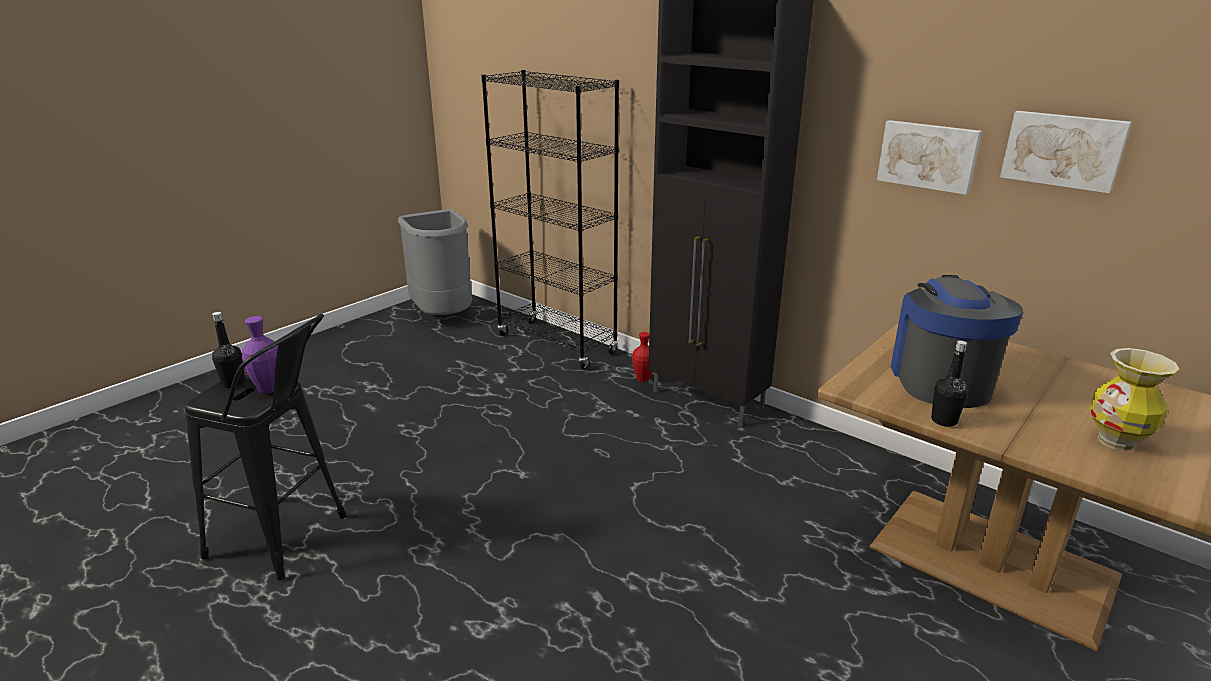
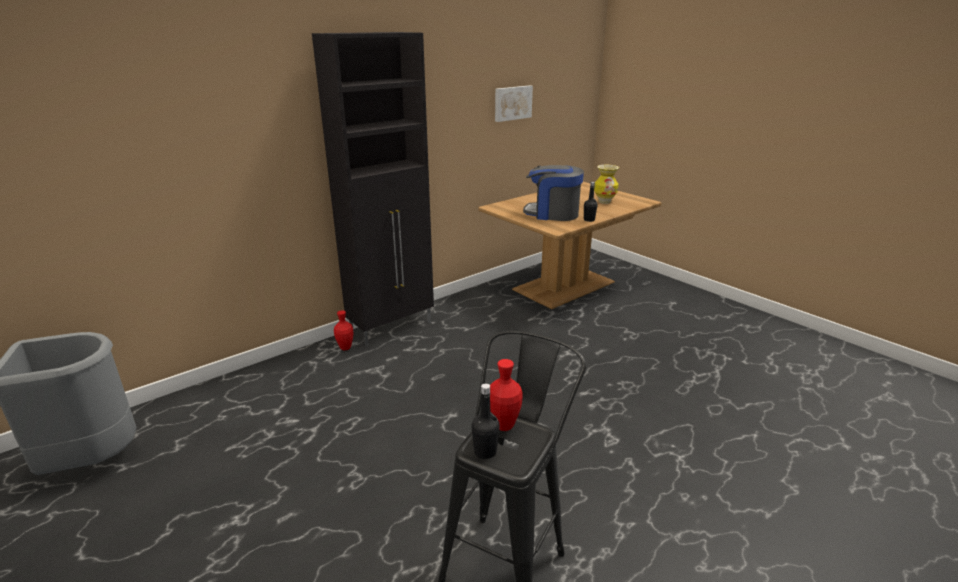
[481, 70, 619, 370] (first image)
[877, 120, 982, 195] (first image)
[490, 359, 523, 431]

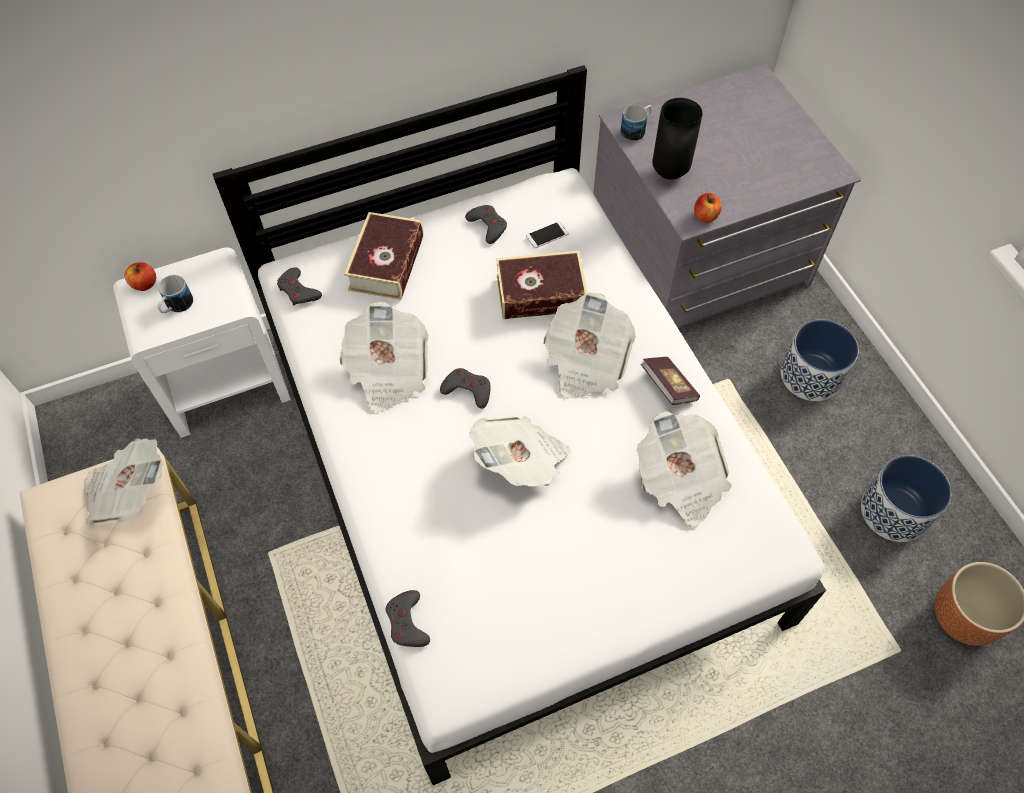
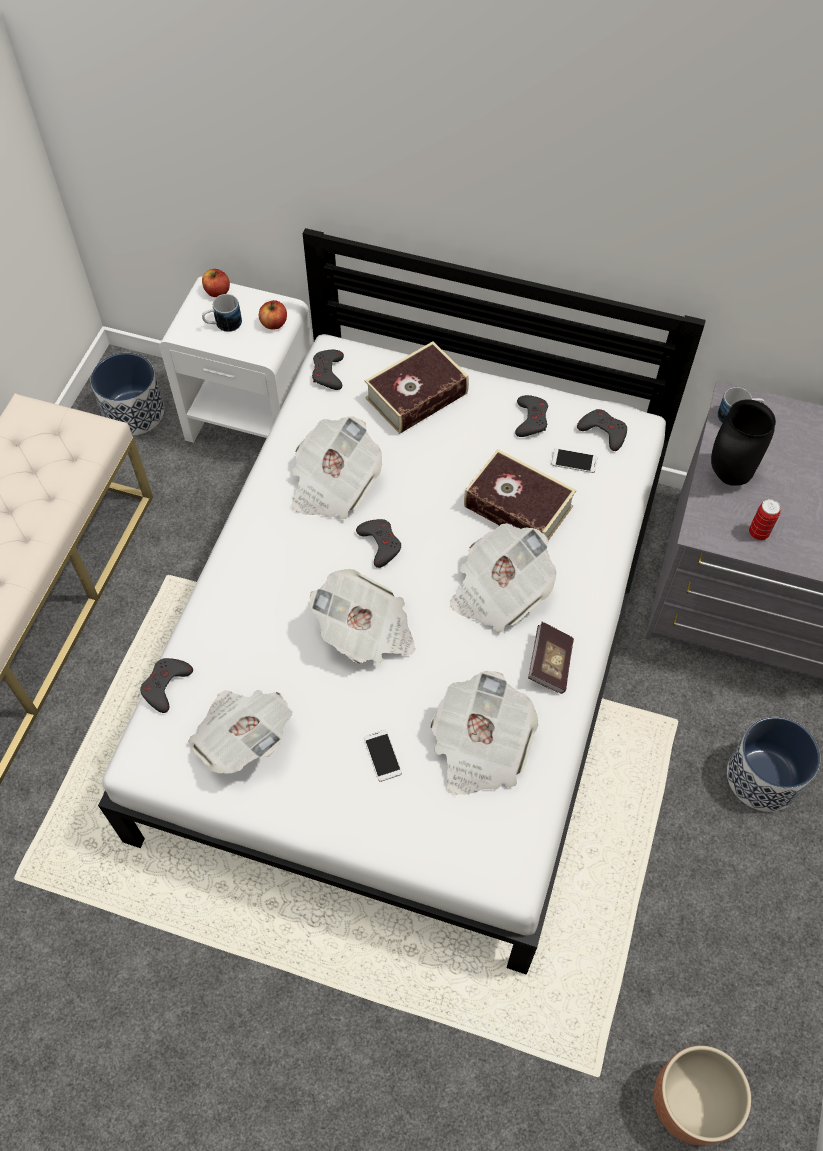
[259, 300, 287, 330]
[188, 690, 292, 774]
[91, 353, 164, 436]
[577, 409, 627, 451]
[749, 499, 781, 541]
[364, 730, 402, 782]

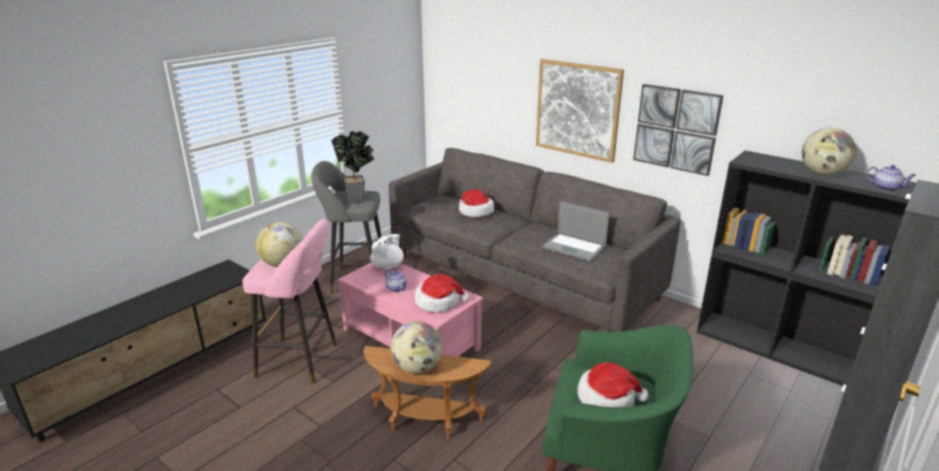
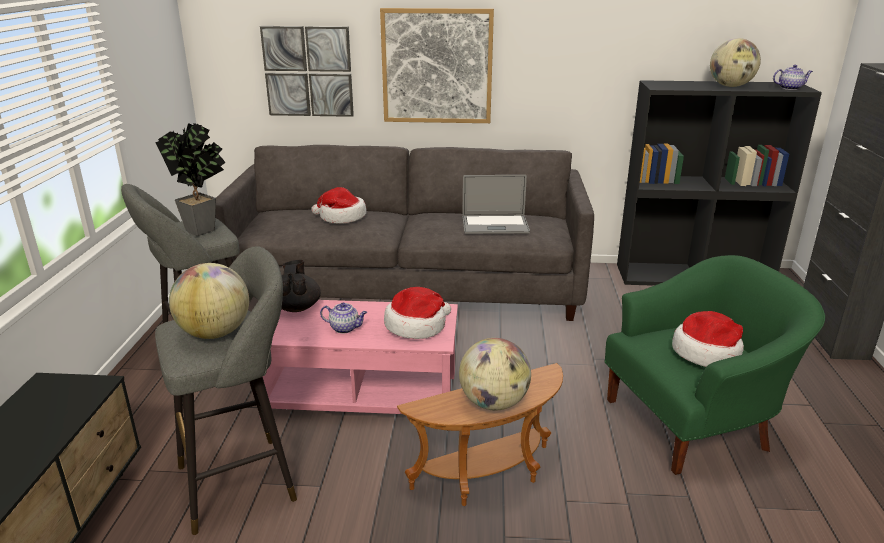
[260, 26, 354, 117]
[155, 246, 297, 535]
[281, 260, 321, 312]

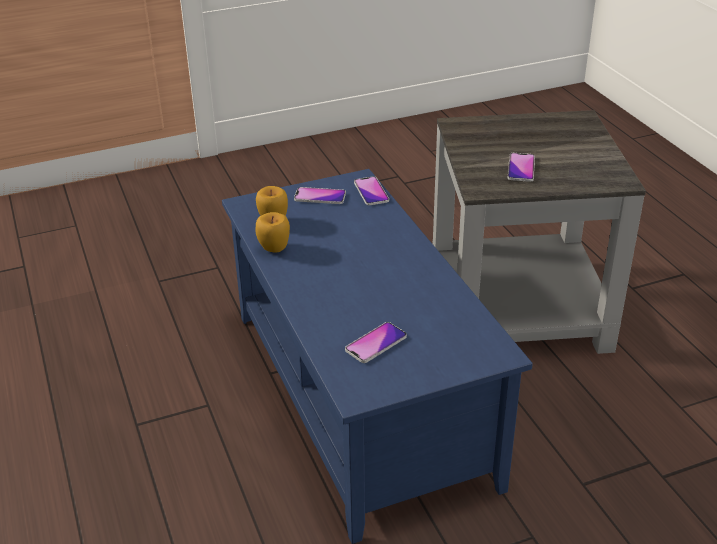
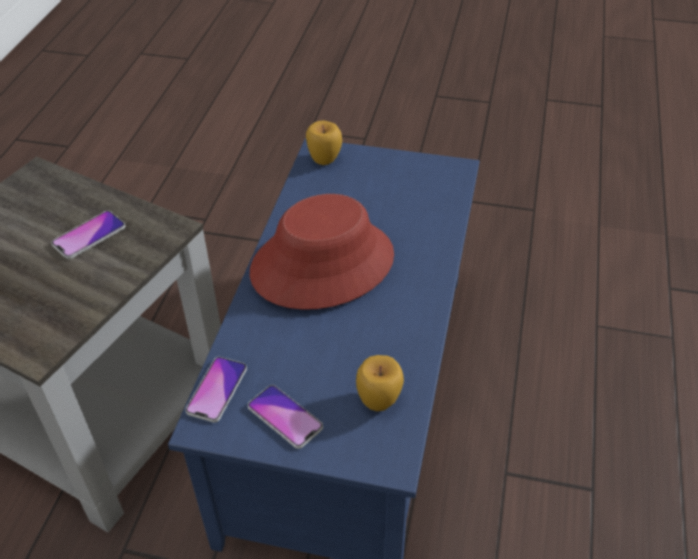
[306, 121, 342, 165]
[345, 322, 407, 363] (first image)
[250, 194, 394, 310]

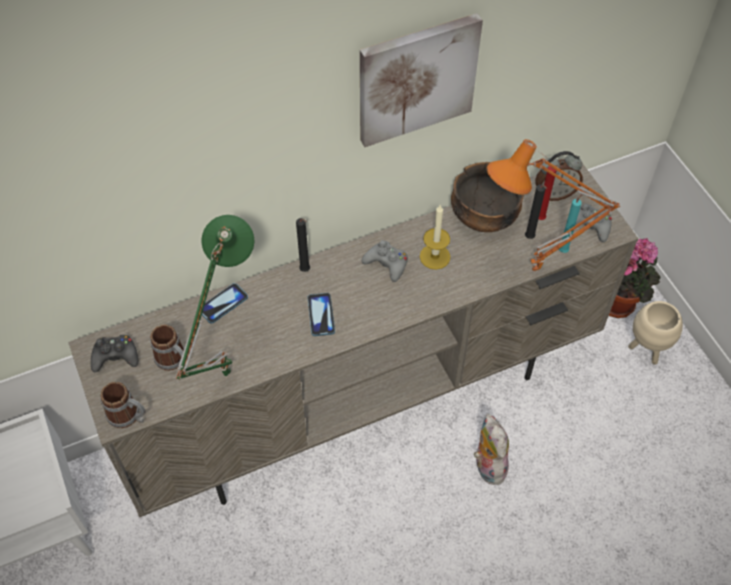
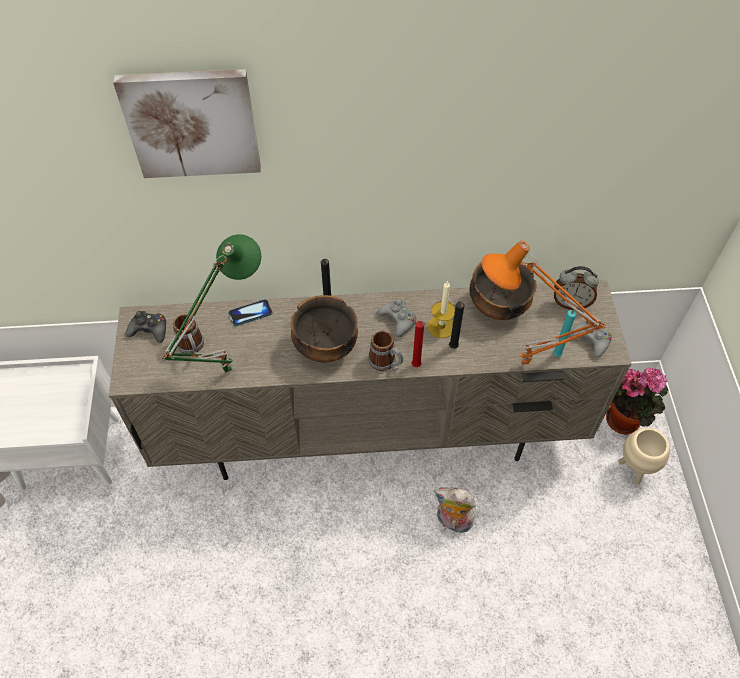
[113, 69, 261, 178]
[412, 321, 426, 367]
[449, 302, 464, 349]
[291, 295, 358, 363]
[368, 331, 403, 371]
[434, 487, 476, 533]

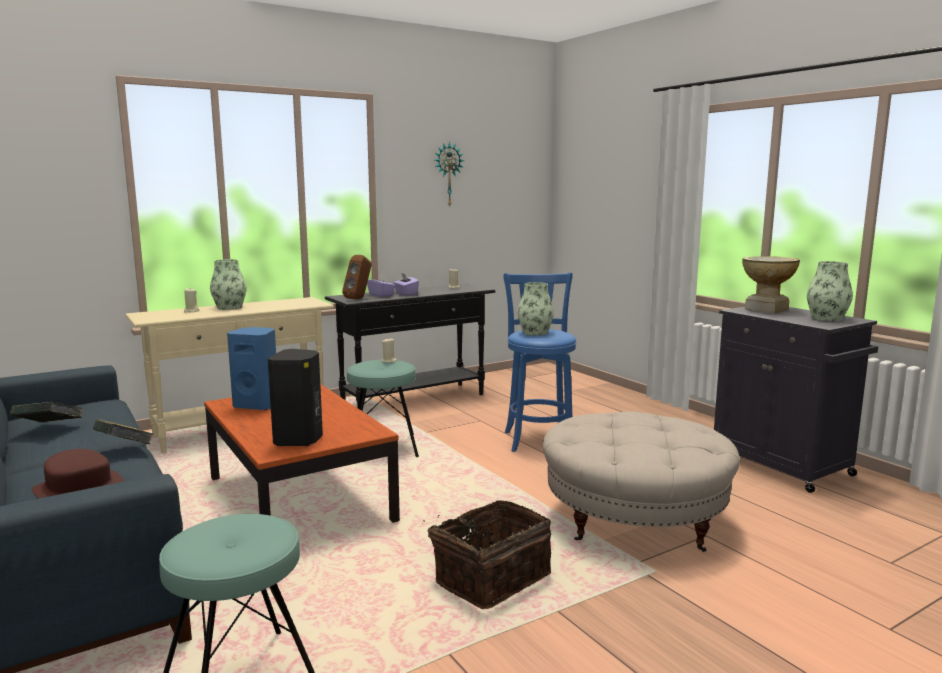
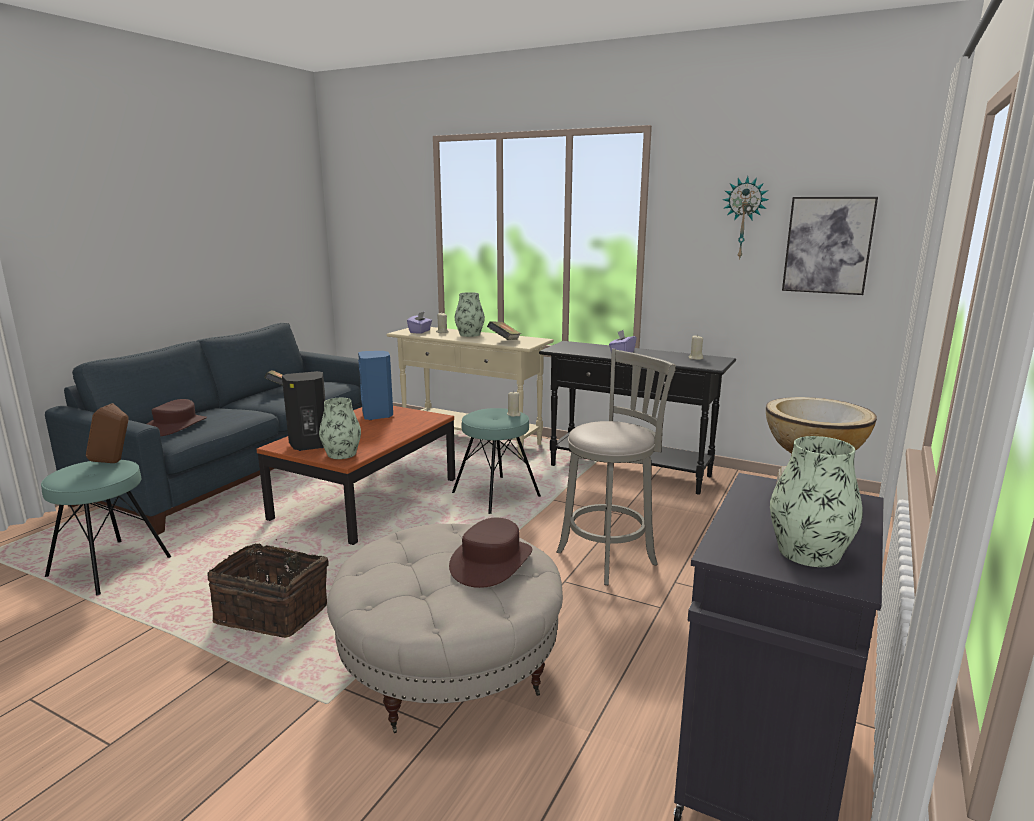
[86, 403, 129, 463]
[556, 349, 676, 585]
[407, 311, 432, 334]
[319, 398, 361, 459]
[487, 321, 521, 340]
[782, 197, 878, 295]
[449, 518, 532, 588]

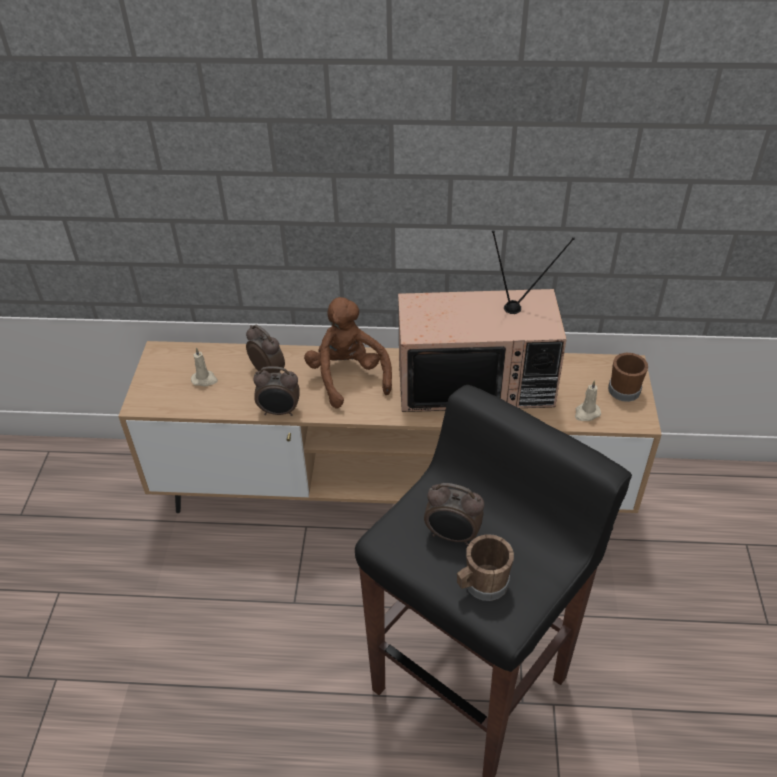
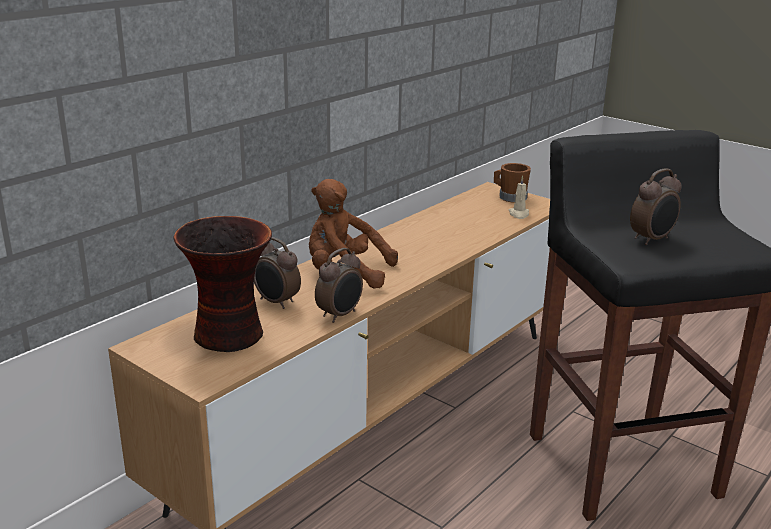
[398, 230, 575, 412] (first image)
[254, 237, 301, 309]
[173, 216, 272, 352]
[457, 534, 514, 601] (first image)

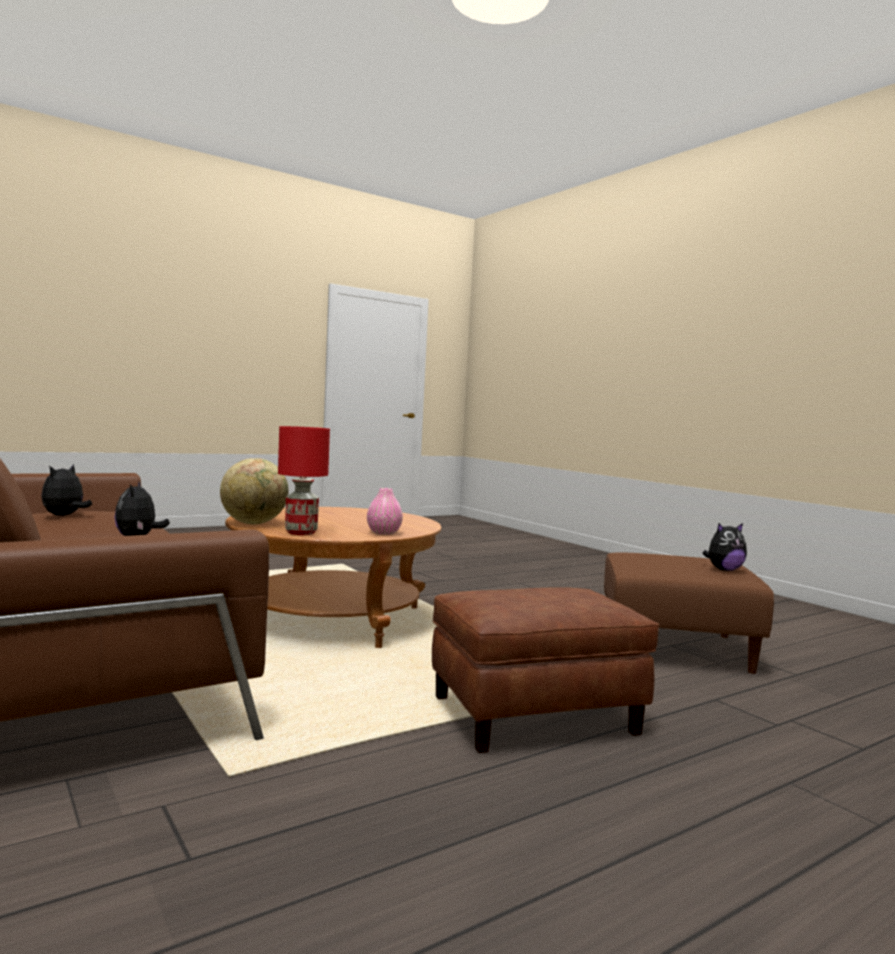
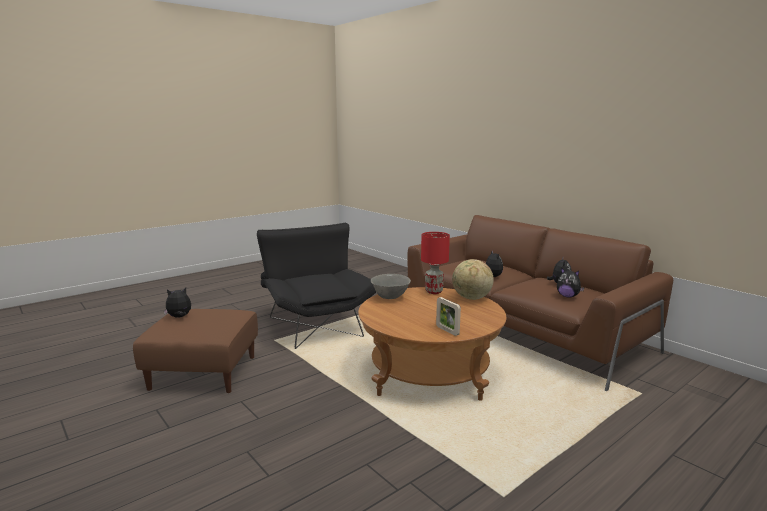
[371, 274, 411, 299]
[257, 222, 376, 349]
[557, 268, 584, 298]
[436, 297, 461, 336]

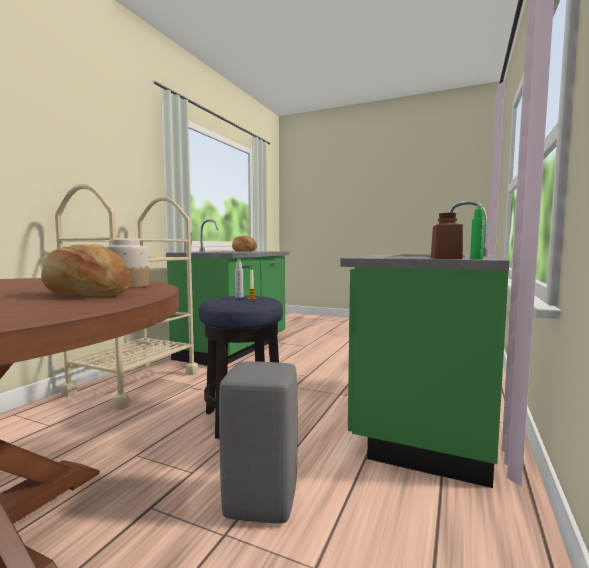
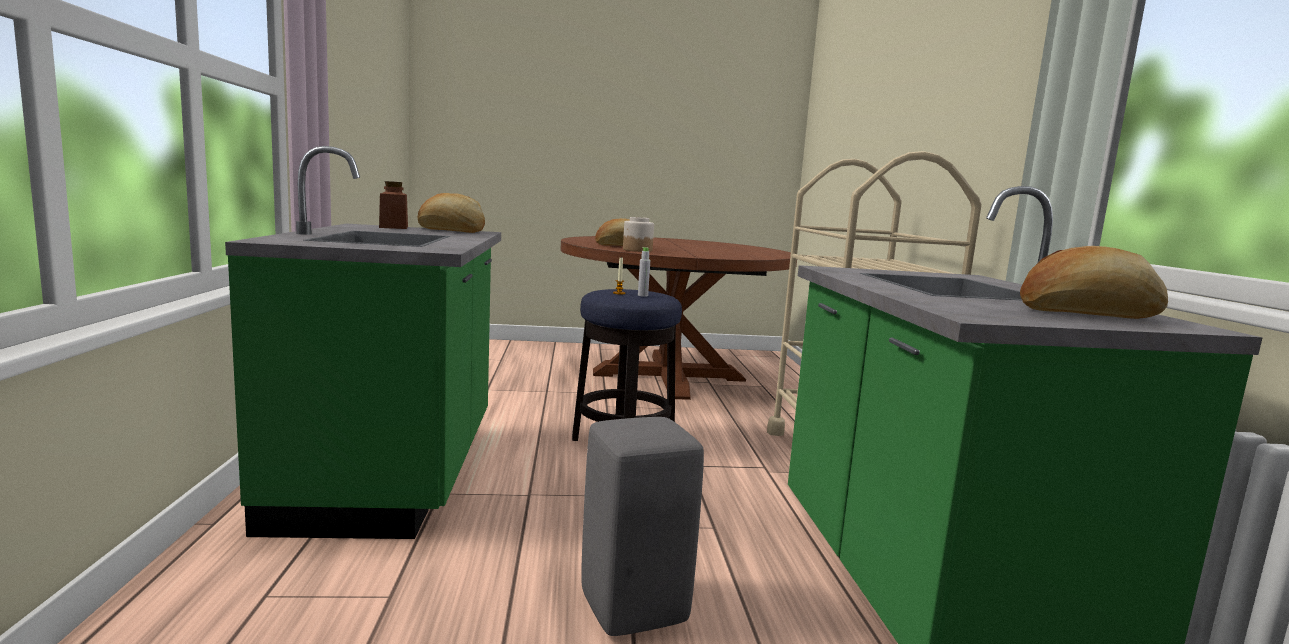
[470, 205, 485, 259] (first image)
[581, 417, 704, 636]
[417, 193, 485, 233]

